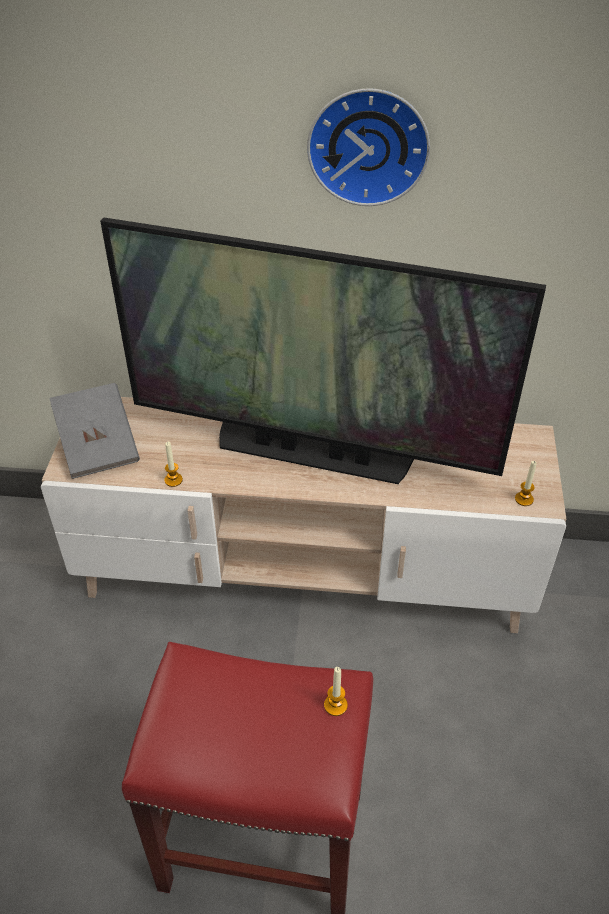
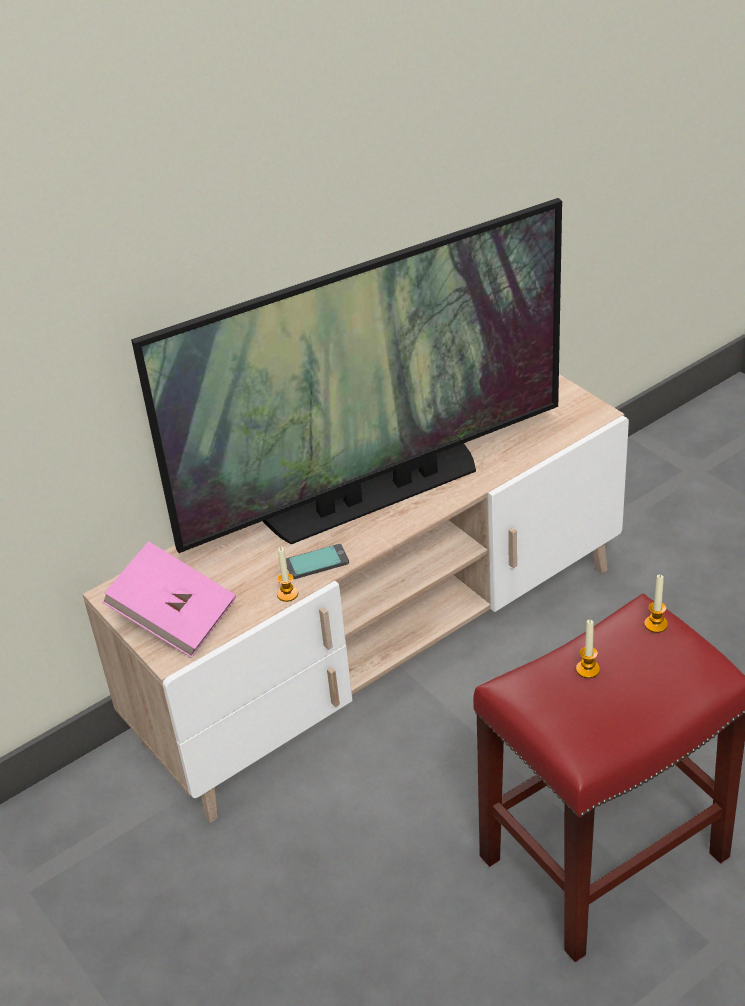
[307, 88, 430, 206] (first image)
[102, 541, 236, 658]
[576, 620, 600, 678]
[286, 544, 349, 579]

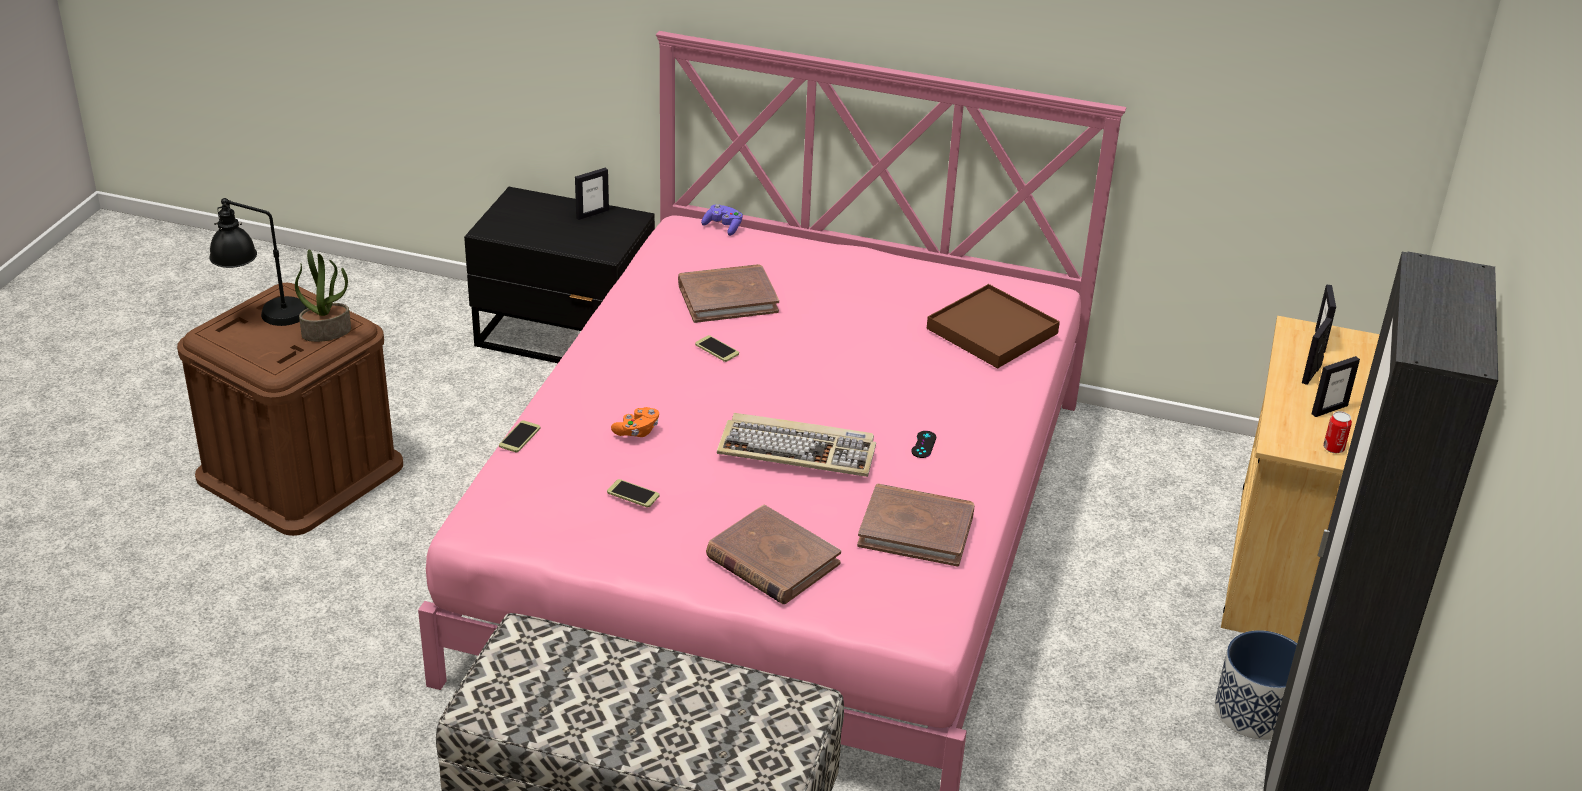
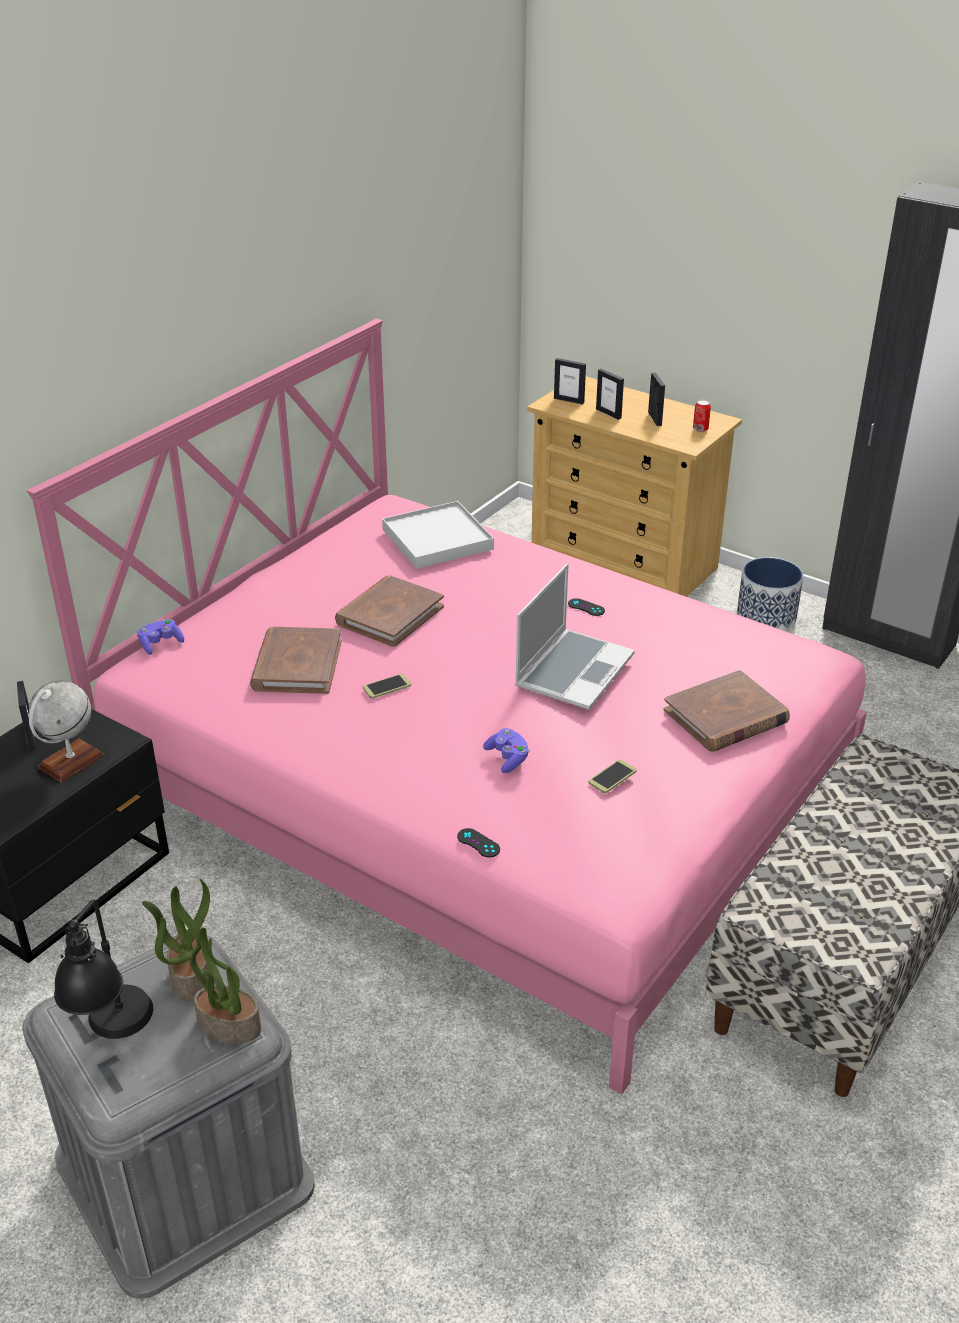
[22, 935, 315, 1299]
[382, 501, 494, 569]
[483, 728, 530, 773]
[515, 564, 635, 710]
[457, 828, 500, 858]
[335, 575, 444, 647]
[29, 681, 104, 782]
[190, 928, 261, 1044]

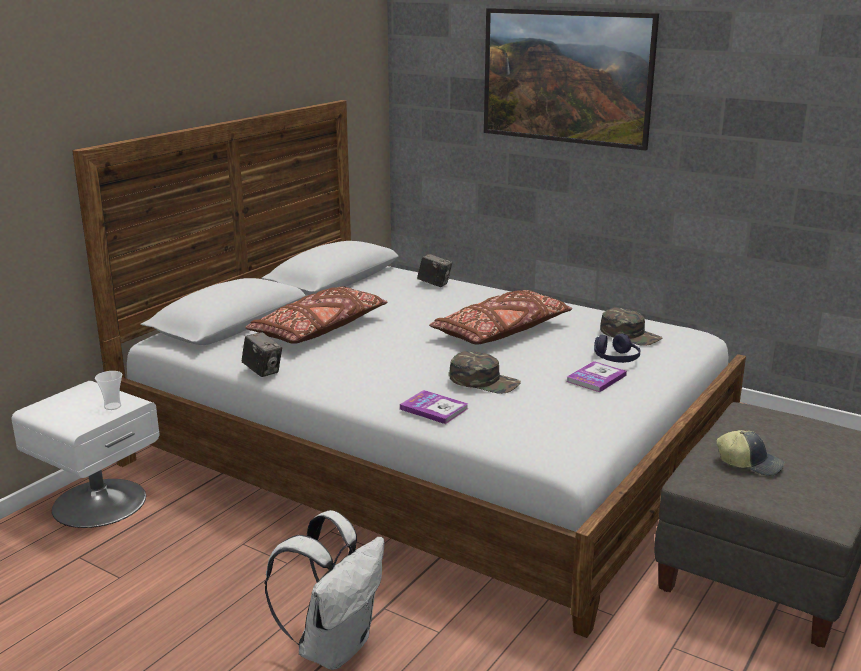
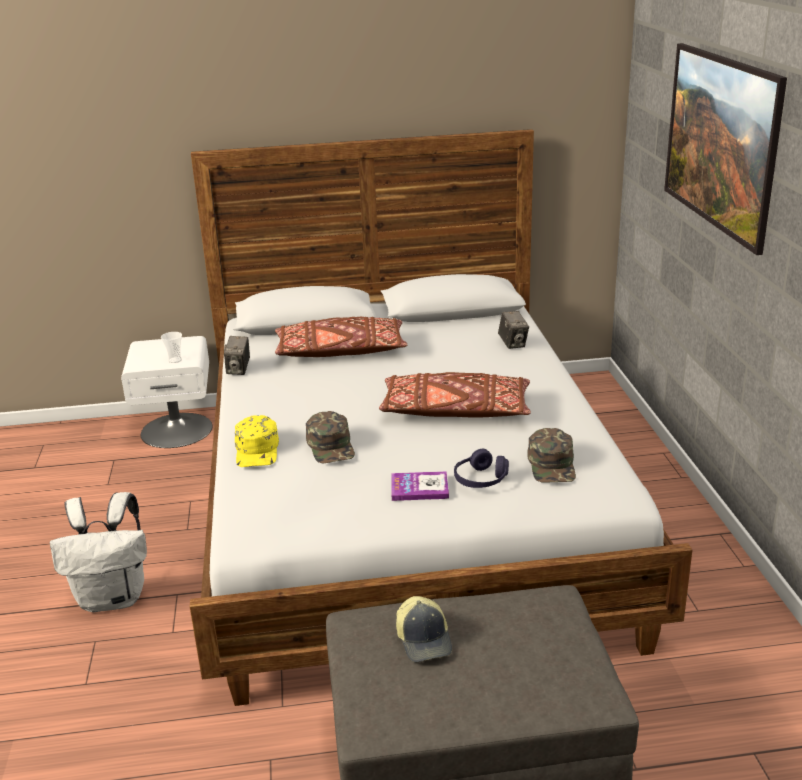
[235, 415, 279, 467]

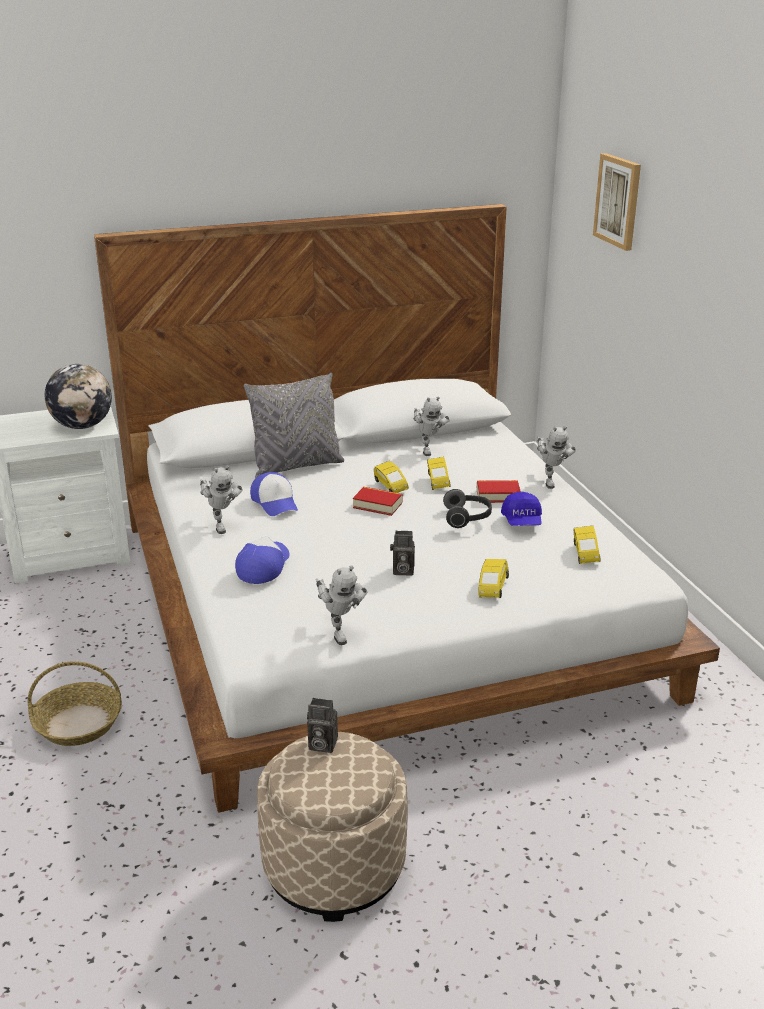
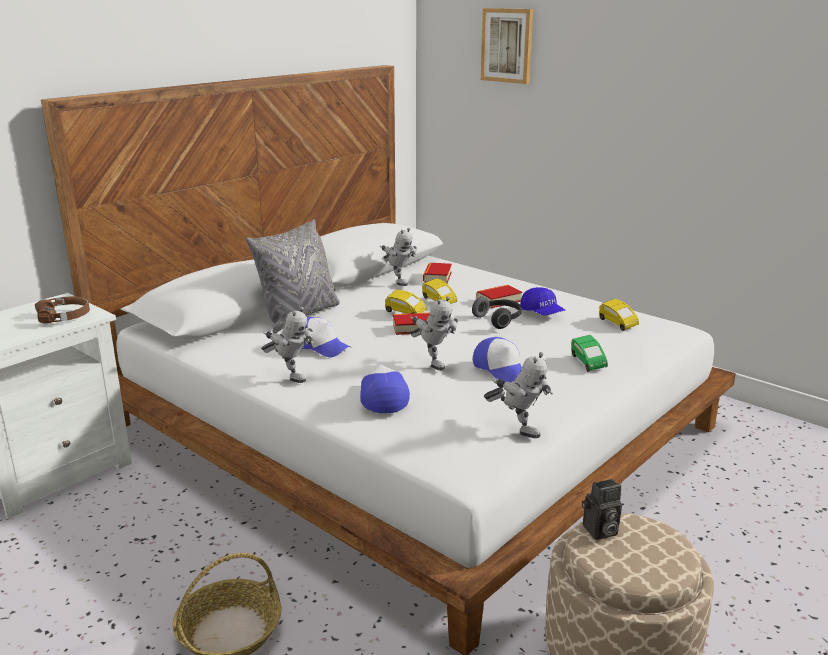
[35, 296, 90, 324]
[409, 296, 458, 370]
[473, 337, 522, 383]
[571, 335, 608, 372]
[423, 263, 452, 283]

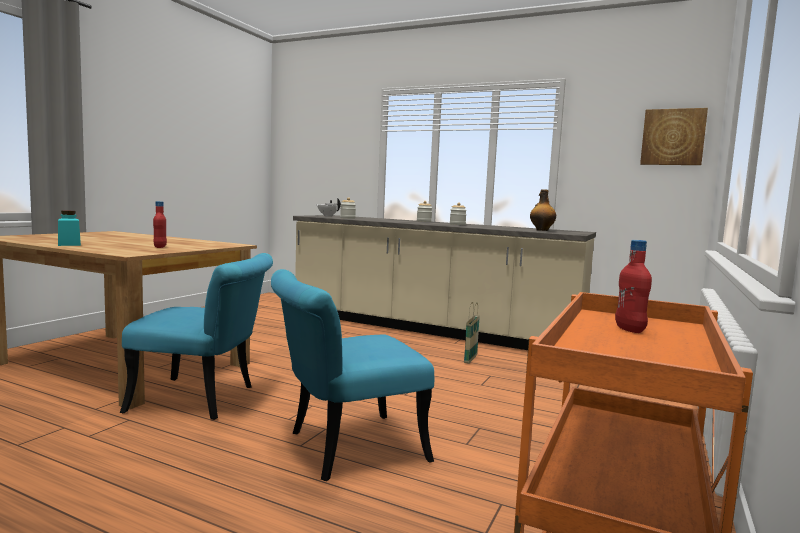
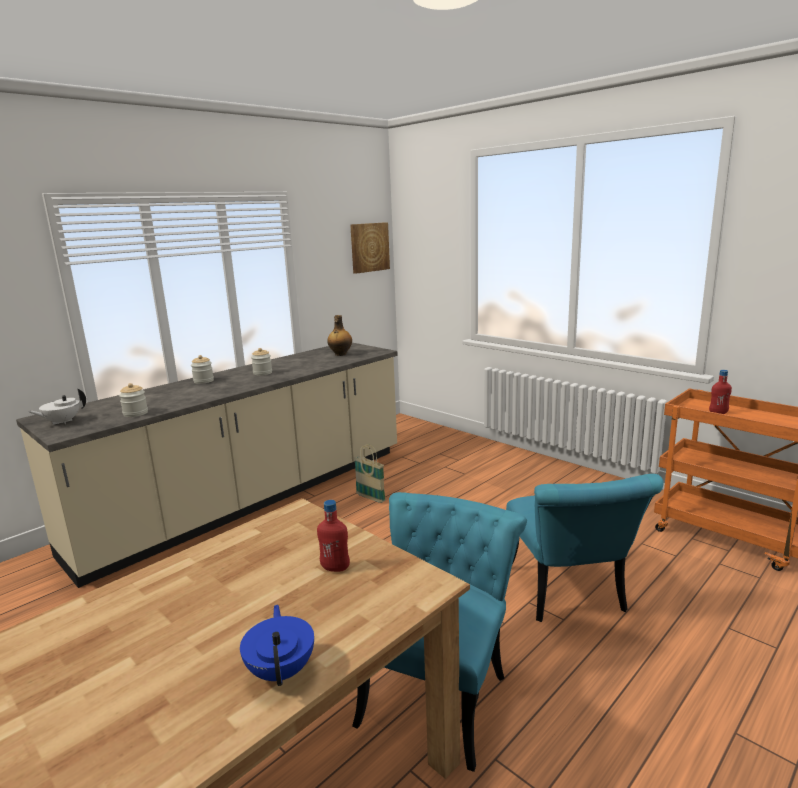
[240, 605, 314, 686]

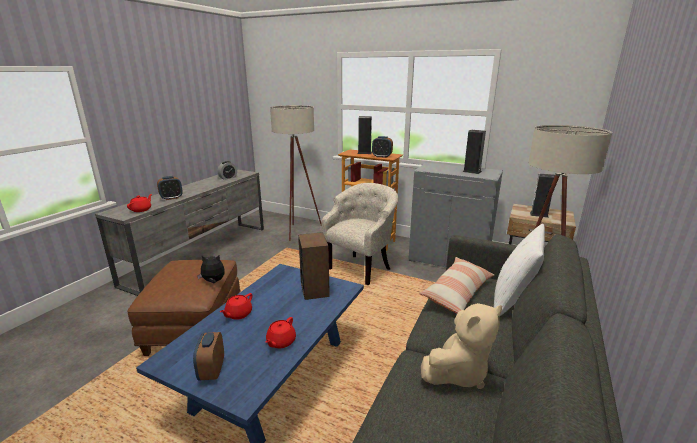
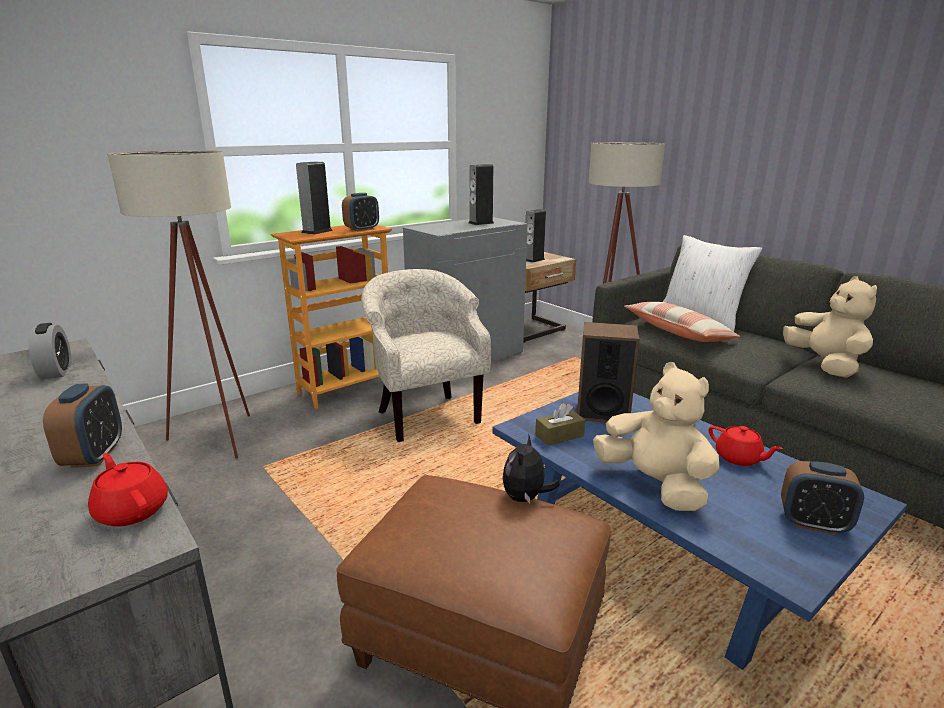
[593, 362, 719, 511]
[535, 403, 585, 446]

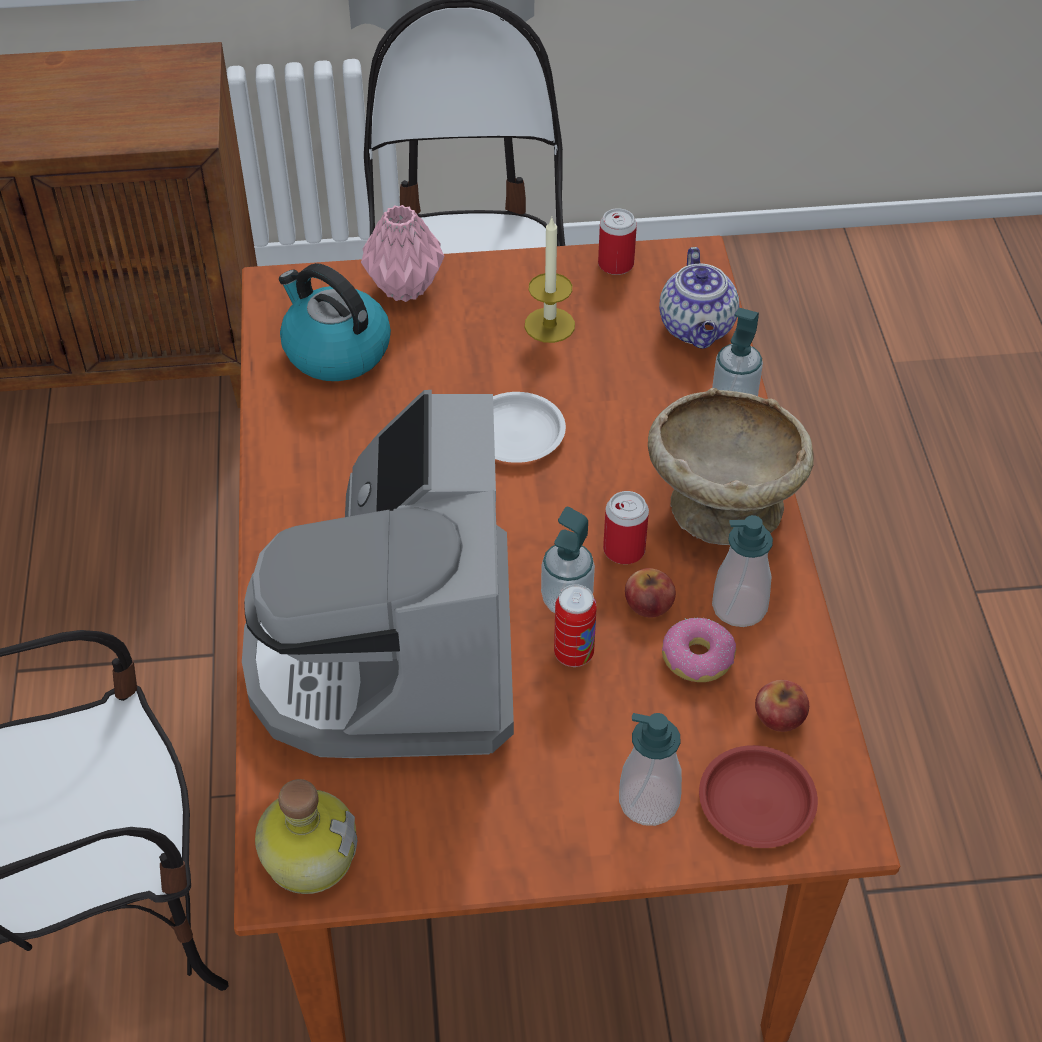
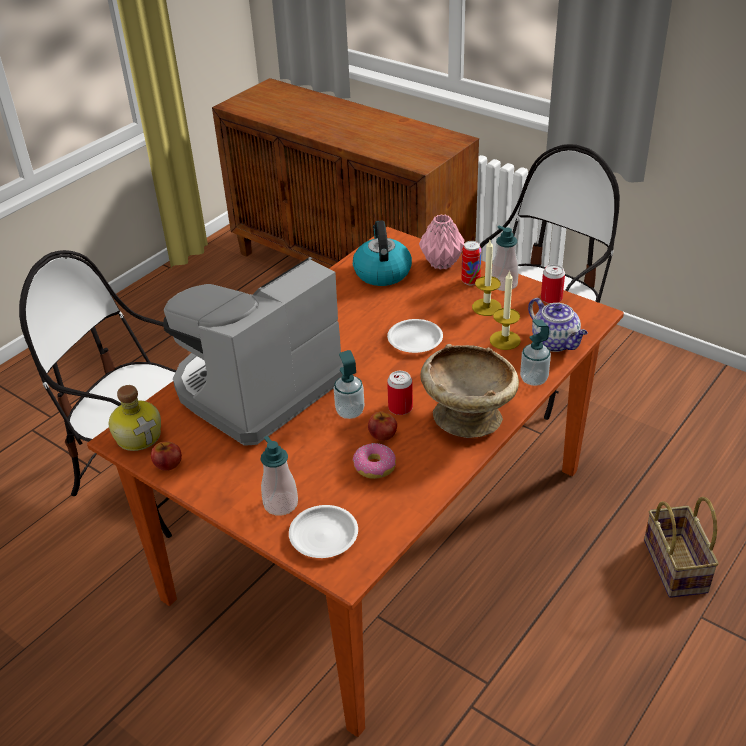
[528, 298, 588, 352]
[492, 226, 518, 291]
[461, 241, 481, 285]
[151, 441, 182, 471]
[289, 505, 358, 558]
[490, 270, 521, 350]
[644, 497, 719, 598]

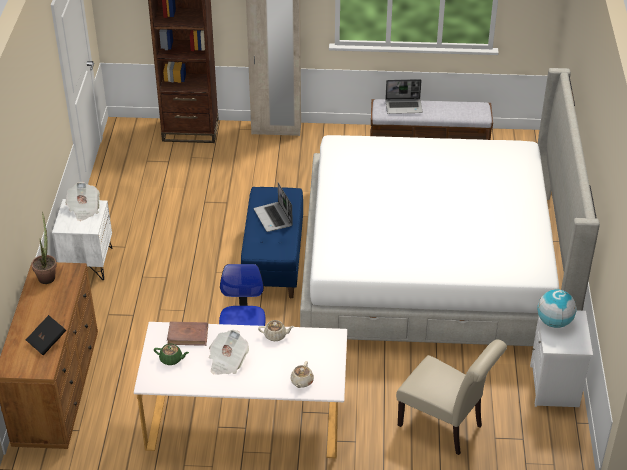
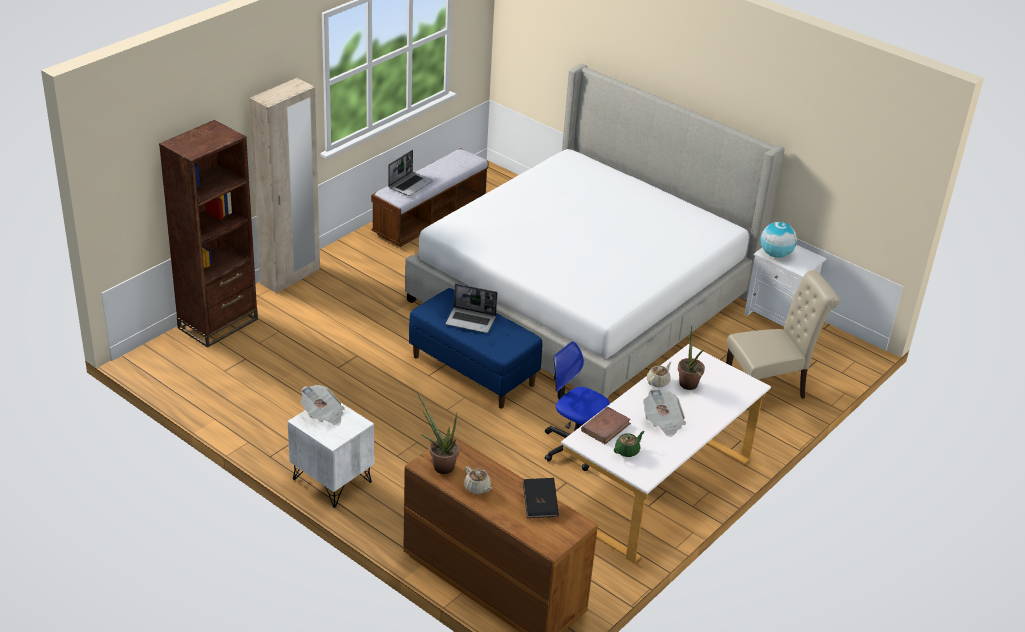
[464, 466, 492, 494]
[678, 325, 705, 390]

